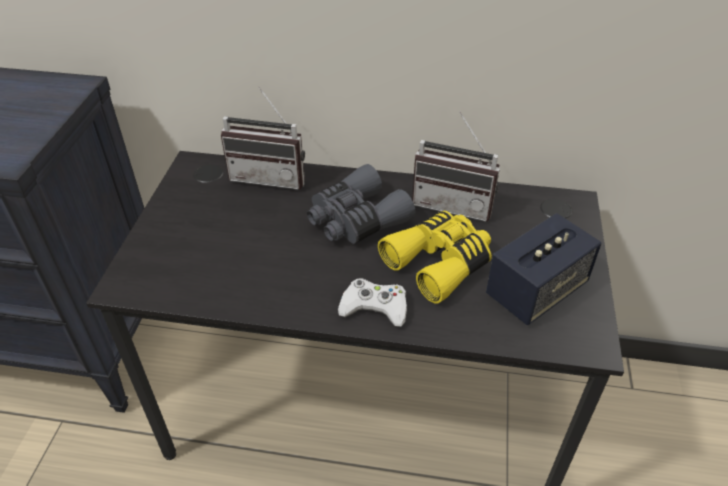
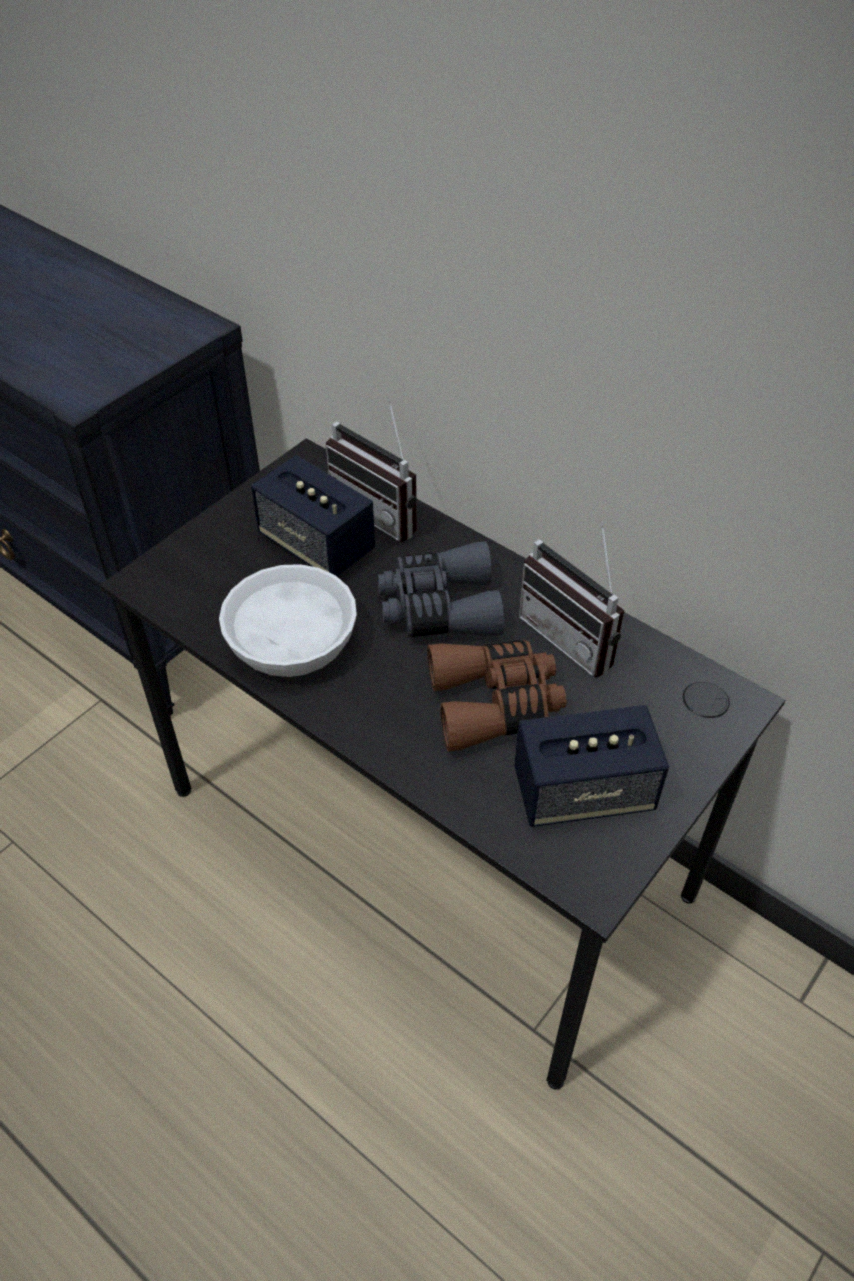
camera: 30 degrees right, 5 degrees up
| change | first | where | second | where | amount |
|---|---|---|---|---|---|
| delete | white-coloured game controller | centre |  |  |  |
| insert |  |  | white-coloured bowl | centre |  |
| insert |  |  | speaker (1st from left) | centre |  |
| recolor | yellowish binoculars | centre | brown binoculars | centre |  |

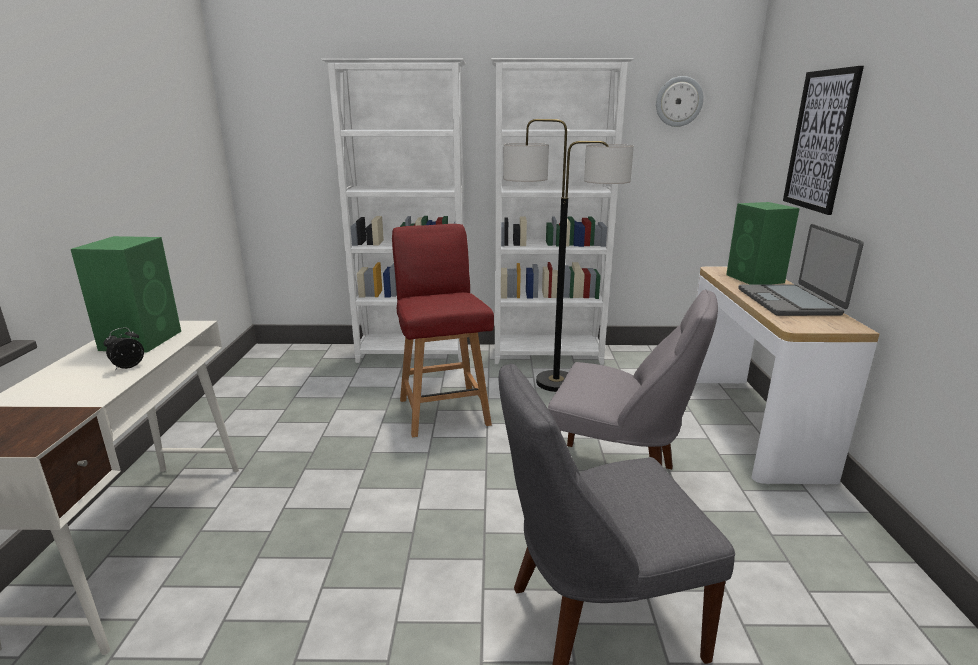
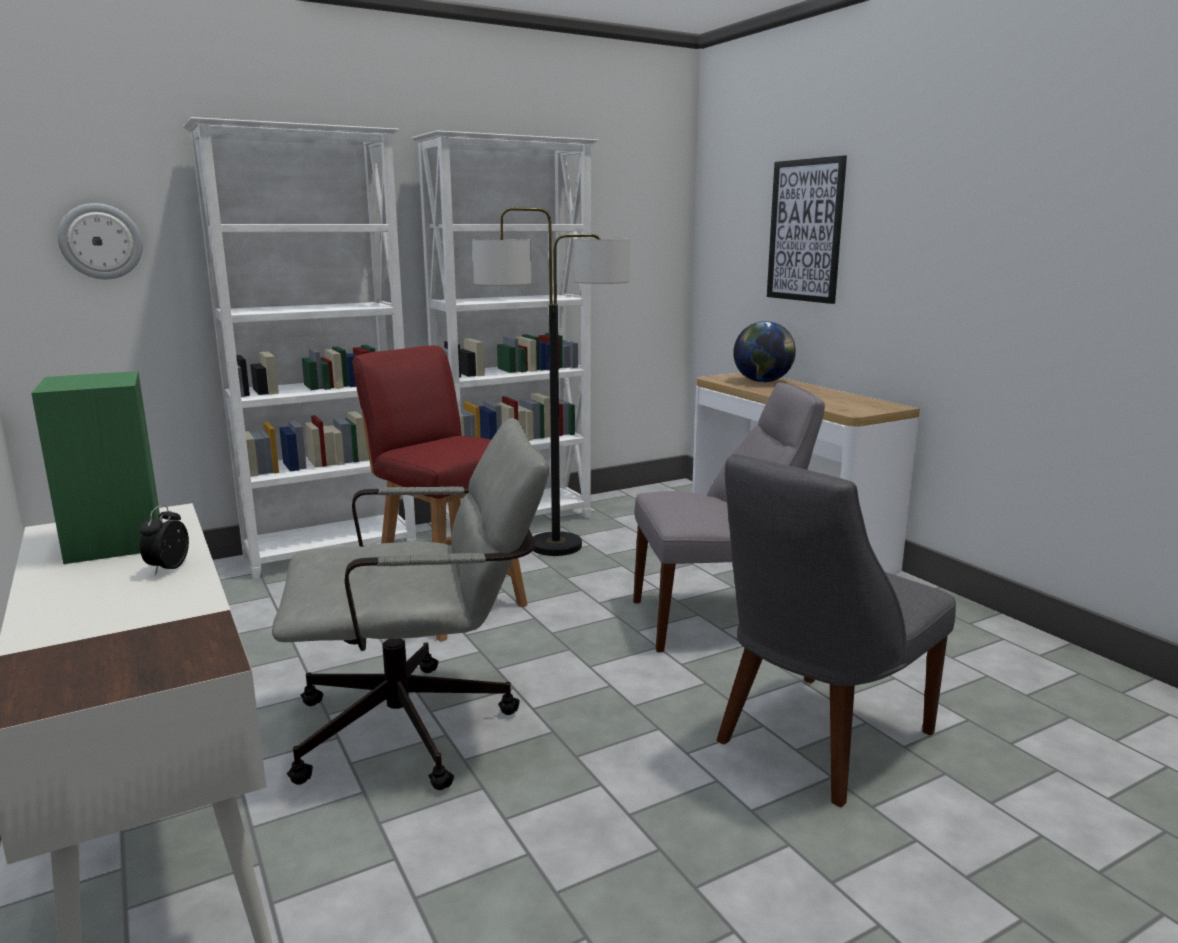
camera: 30 degrees left, 5 degrees down
| change | first | where | second | where | amount |
|---|---|---|---|---|---|
| delete | laptop | middle right |  |  |  |
| insert |  |  | grey office chair | centre |  |
| move | clock on the wall | top right |  | top left |  |
| replace | greenish speaker (2nd from left) | middle right | desk globe | centre |  |

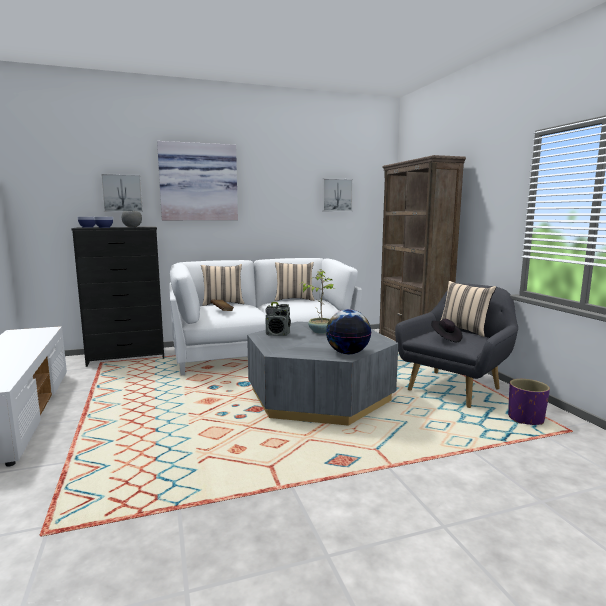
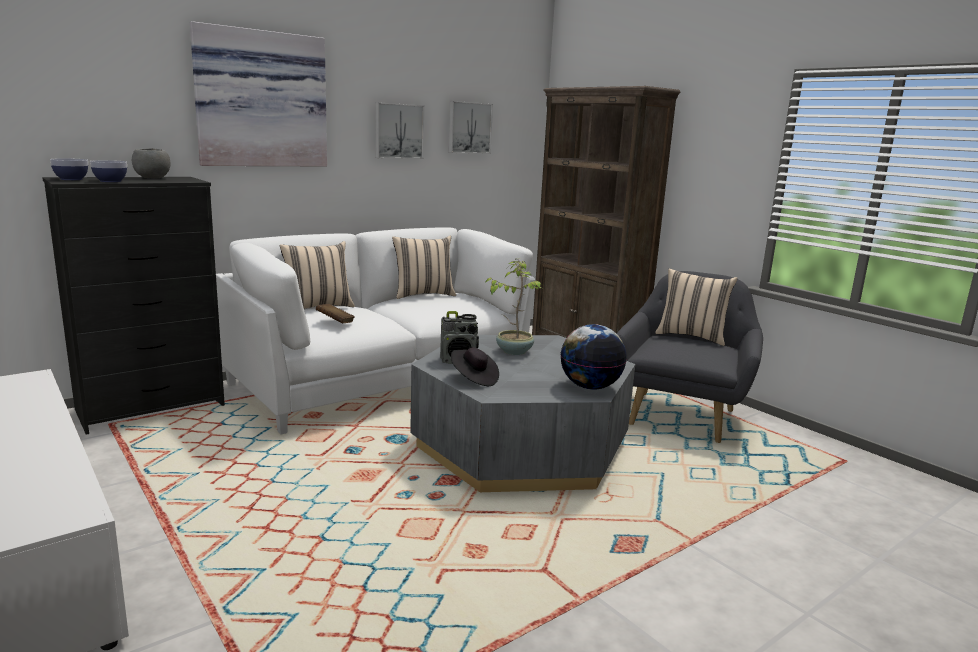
camera: 20 degrees left, 5 degrees up
| change | first | where | second | where | amount |
|---|---|---|---|---|---|
| delete | purple-coloured plant pot | middle right |  |  |  |
| move | picture (1st from left in the first image) | top left | picture (2nd from left) | top centre |  |
| move | black-coloured wearable hat | middle right |  | centre |  |

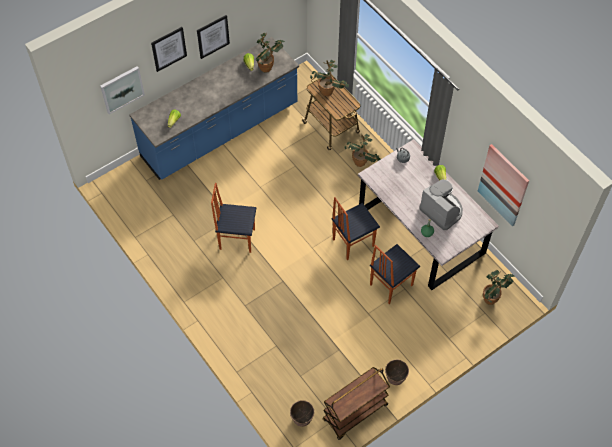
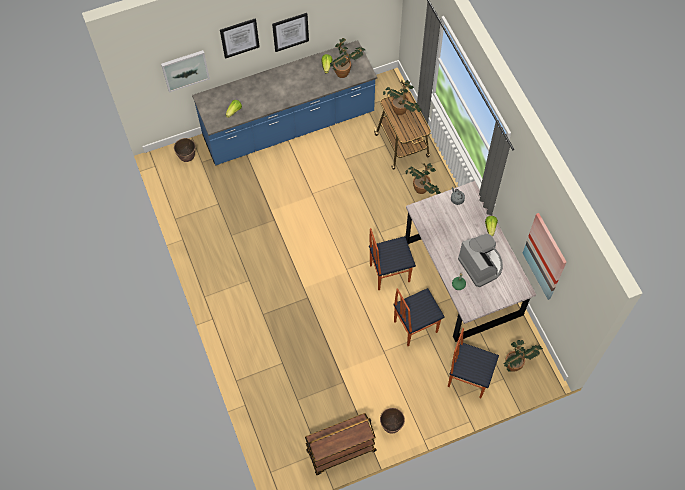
camera: 15 degrees right, 5 degrees up
| change | first | where | second | where | amount |
|---|---|---|---|---|---|
| move | plain chair (1st from left in the first image) | centre | plain chair (3rd from left) | bottom right |  |
| move | plant pot (1st from left) | bottom centre |  | top left |  |

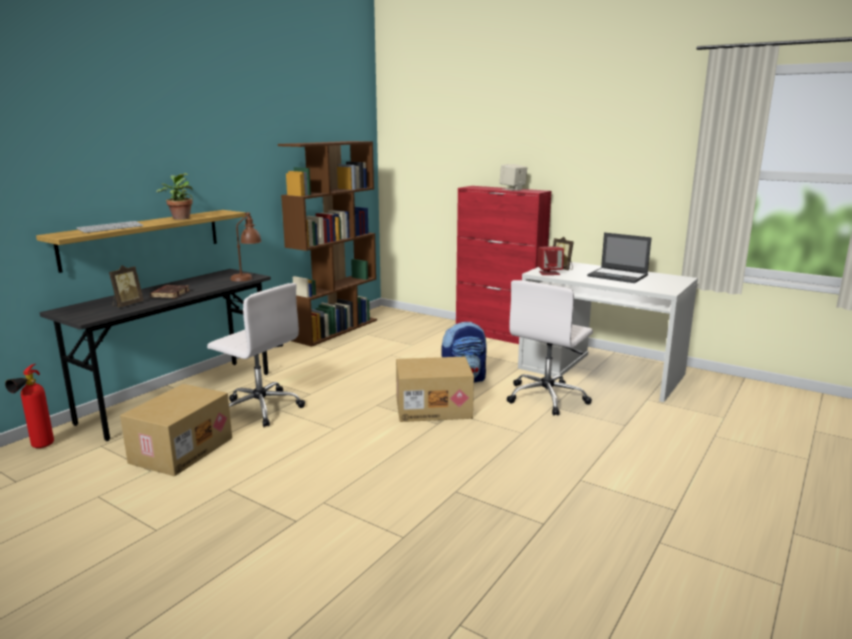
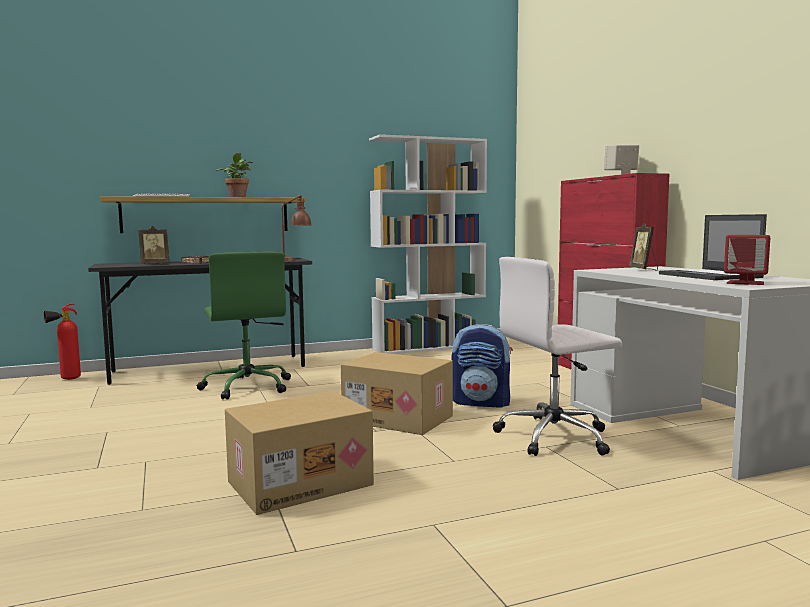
camera: 35 degrees right, 10 degrees down
| change | first | where | second | where | amount |
|---|---|---|---|---|---|
| move | cardboard box (1st from left) | bottom left |  | bottom centre |  |
| move | red speaker | centre |  | middle right |  |
| recolor | white-coloured office chair (1st from left) | middle left | greenish office chair | middle left |  |
| recolor | brown shelving unit | centre | white-coloured shelving unit | centre |  |

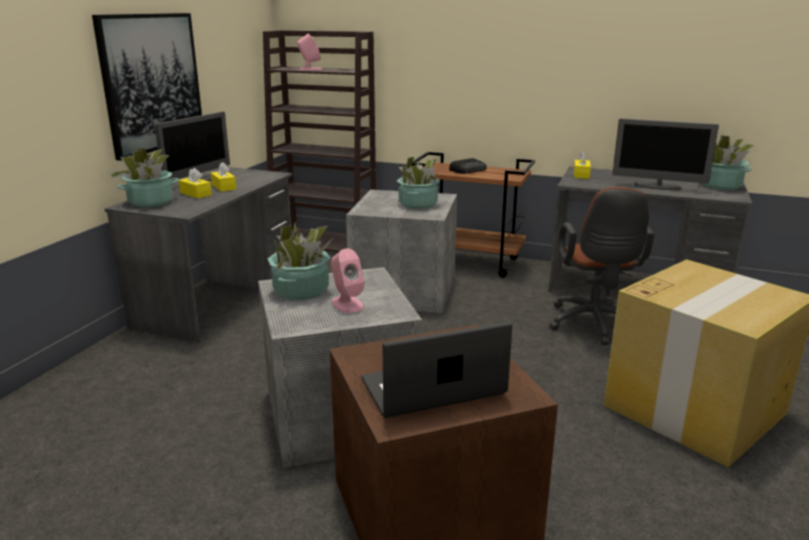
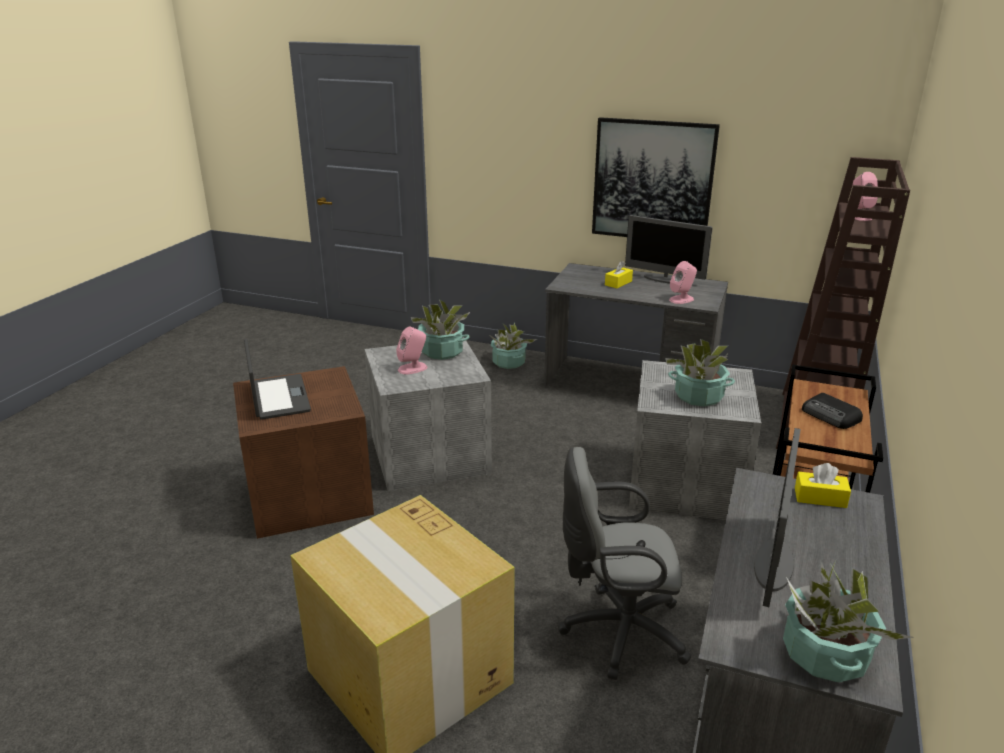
camera: 90 degrees right, 5 degrees up
| change | first | where | second | where | amount |
|---|---|---|---|---|---|
| delete | yellowish box of tissues (2nd from left) | top left |  |  |  |
| insert |  |  | pink-coloured speaker (2nd from left) | middle right |  |
| move | plant in a pot (1st from left in the first image) | top left | plant in a pot (2nd from left) | centre |  |
| recolor | brown office chair | middle right | grey office chair | bottom centre |  |

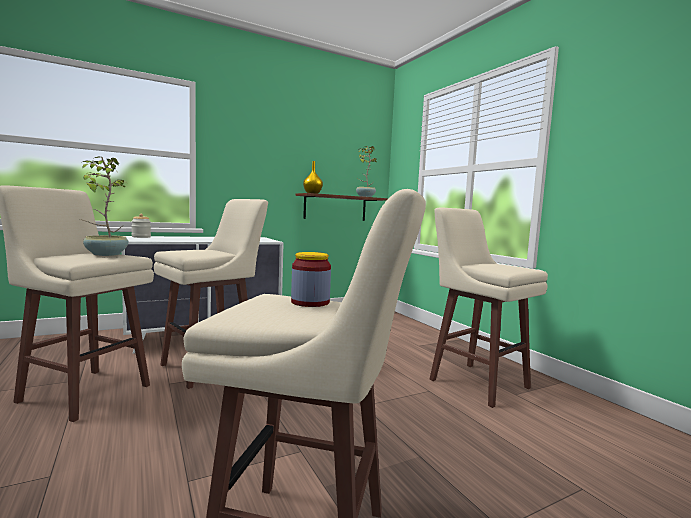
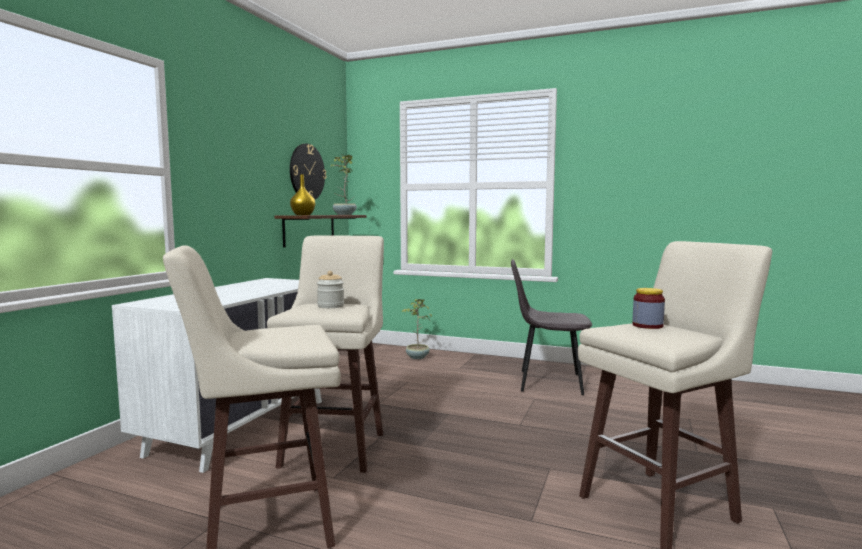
camera: 40 degrees left, 0 degrees up
| change | first | where | second | where | amount |
|---|---|---|---|---|---|
| insert |  |  | clock on the wall | top centre |  |
| move | plant in a pot (1st from left in the first image) | middle left | plant in a pot (2nd from left) | centre |  |
| move | storage jar (1st from left) | middle left |  | centre |  |
| replace | beige sitting stool (4th from left) | middle right | grey plain chair | centre |  |

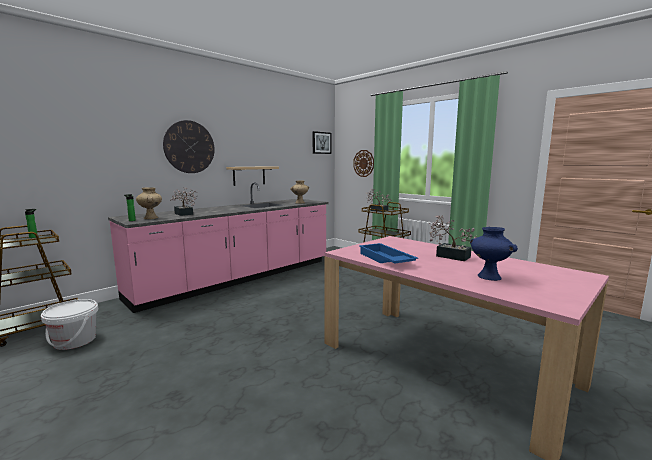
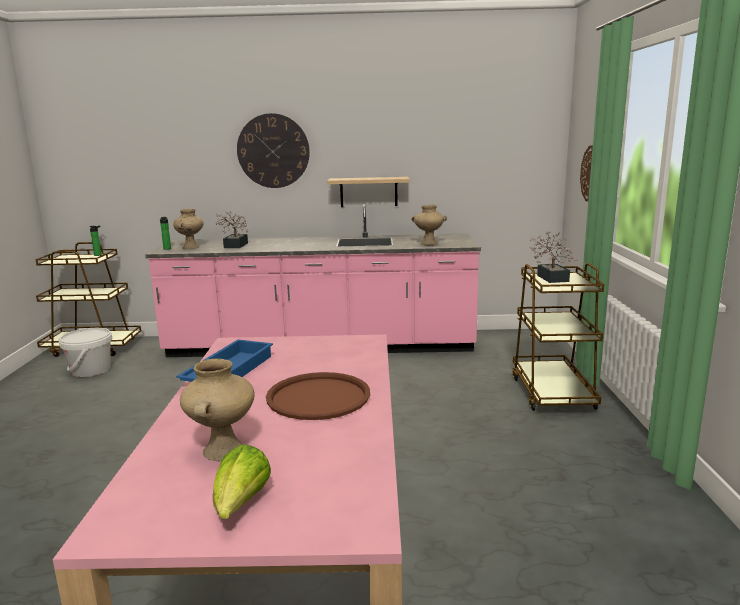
camera: 45 degrees right, 5 degrees up
| change | first | where | second | where | amount |
|---|---|---|---|---|---|
| delete | picture | top centre |  |  |  |
| insert |  |  | lettuce | bottom left |  |
| replace | plant in a pot (3rd from left) | middle right | brown carrying tray | centre |  |
| recolor | blue decorative vase | middle right | beige decorative vase (2nd from left) | bottom left |  |

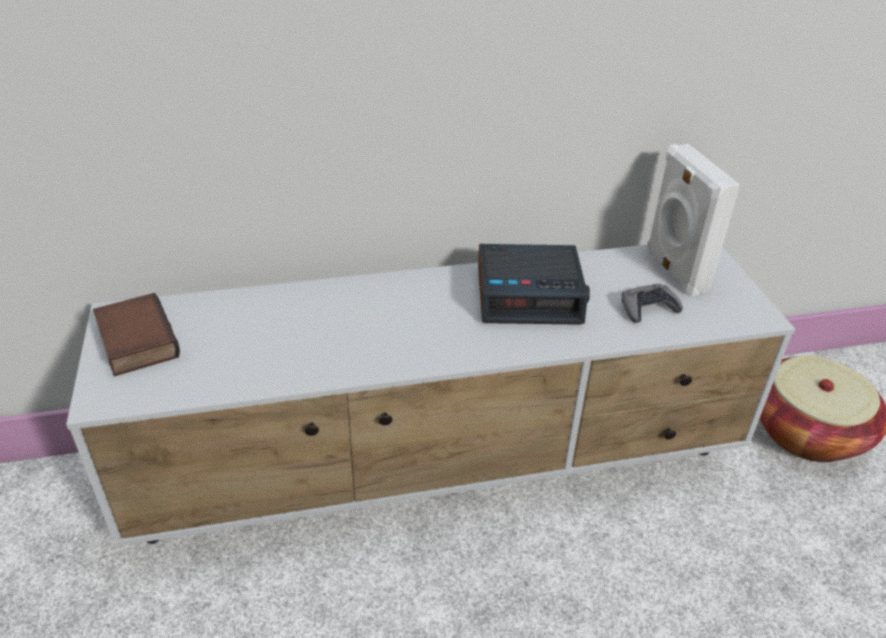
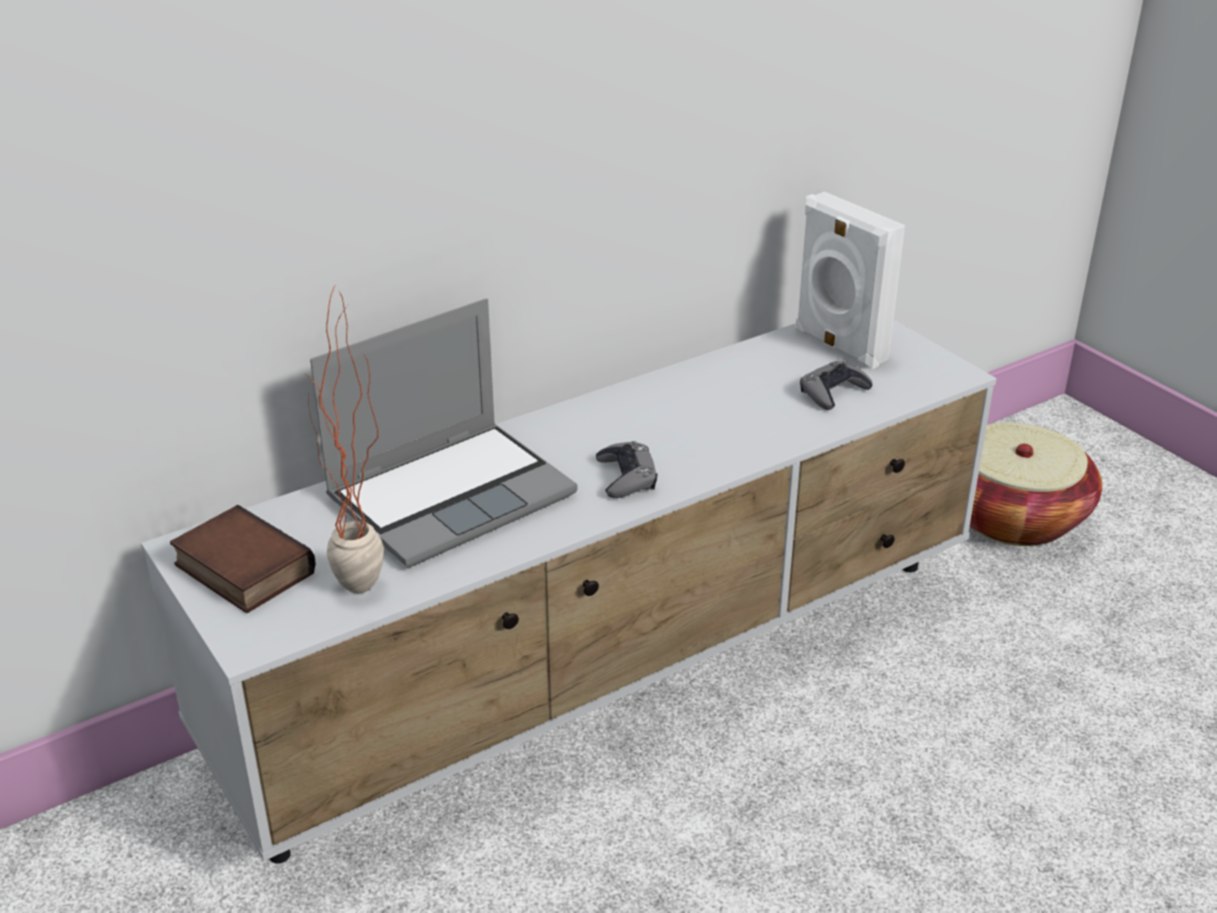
camera: 20 degrees left, 5 degrees down
| change | first | where | second | where | amount |
|---|---|---|---|---|---|
| delete | alarm clock | centre |  |  |  |
| insert |  |  | plant in a pot | middle left |  |
| insert |  |  | laptop | centre |  |
| insert |  |  | grey game controller (1st from left) | centre |  |

